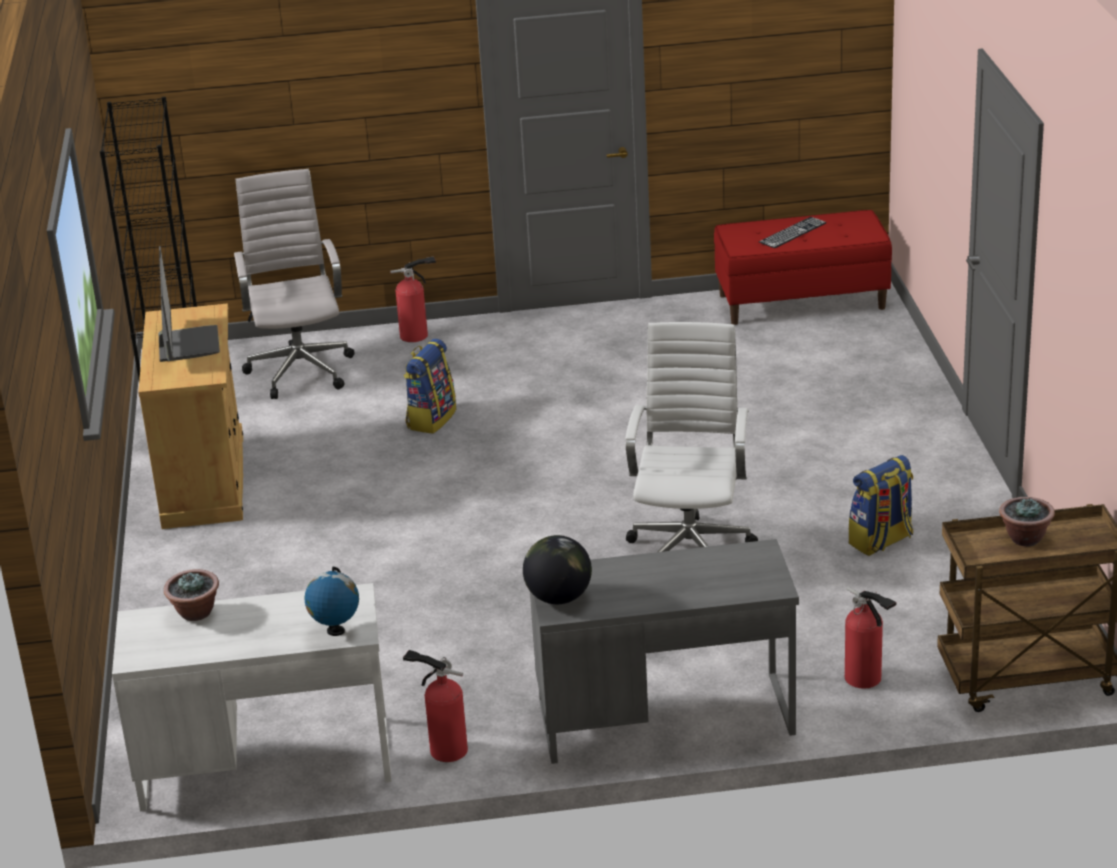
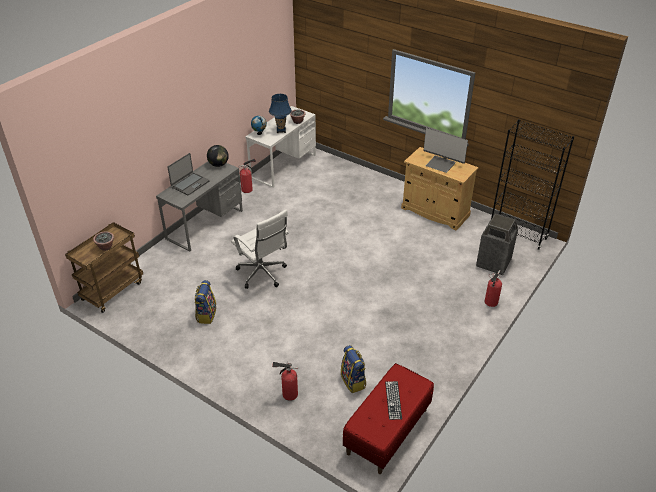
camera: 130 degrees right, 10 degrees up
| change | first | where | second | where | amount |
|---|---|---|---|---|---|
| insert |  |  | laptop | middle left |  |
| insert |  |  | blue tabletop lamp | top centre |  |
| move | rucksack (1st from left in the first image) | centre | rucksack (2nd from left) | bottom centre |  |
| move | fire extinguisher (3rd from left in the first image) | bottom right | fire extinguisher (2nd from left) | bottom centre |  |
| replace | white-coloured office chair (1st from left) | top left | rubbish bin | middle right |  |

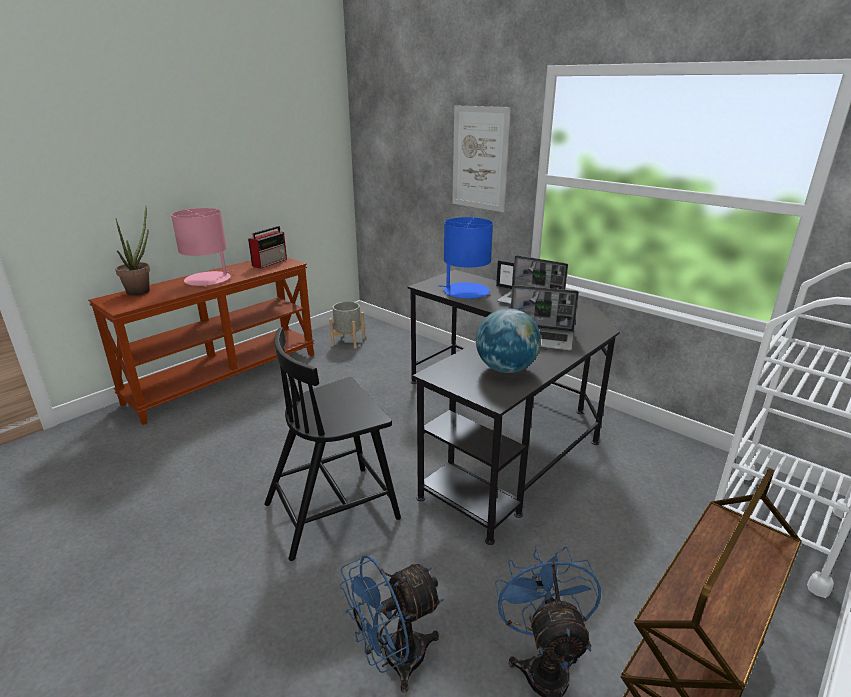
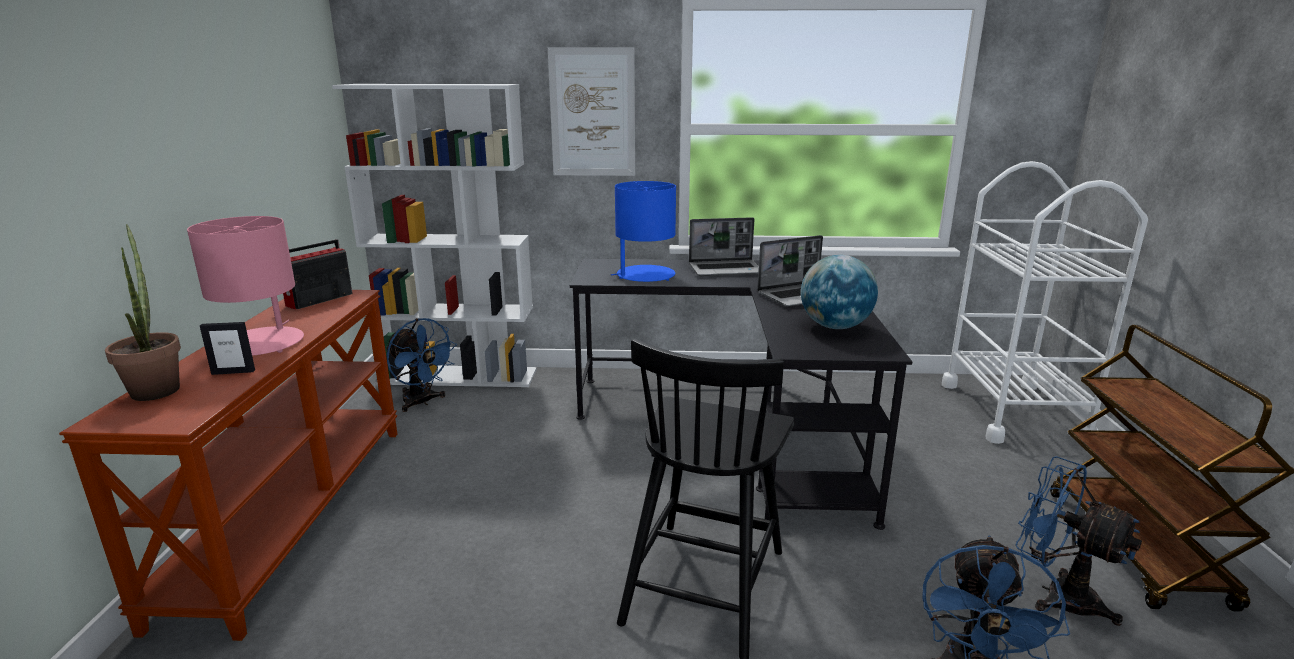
camera: 40 degrees left, 5 degrees down
| change | first | where | second | where | amount |
|---|---|---|---|---|---|
| insert |  |  | white-coloured shelving unit | centre |  |
| move | standing frame | centre |  | middle left |  |
| replace | grey plant pot | centre | blue cooling fan (1st from left) | middle left |  |
| rotate | radio set | middle left |  | middle left | 135 degrees counterclockwise |

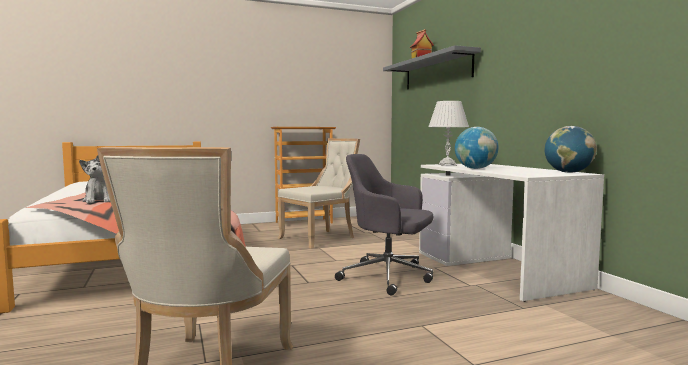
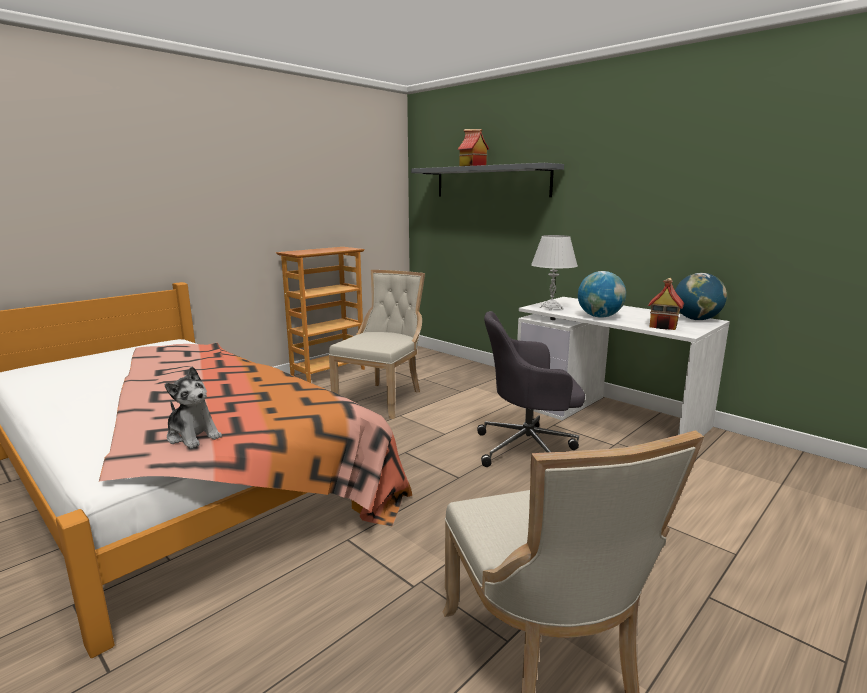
camera: 25 degrees left, 10 degrees up
| change | first | where | second | where | amount |
|---|---|---|---|---|---|
| insert |  |  | miniature house (2nd from left) | middle right |  |

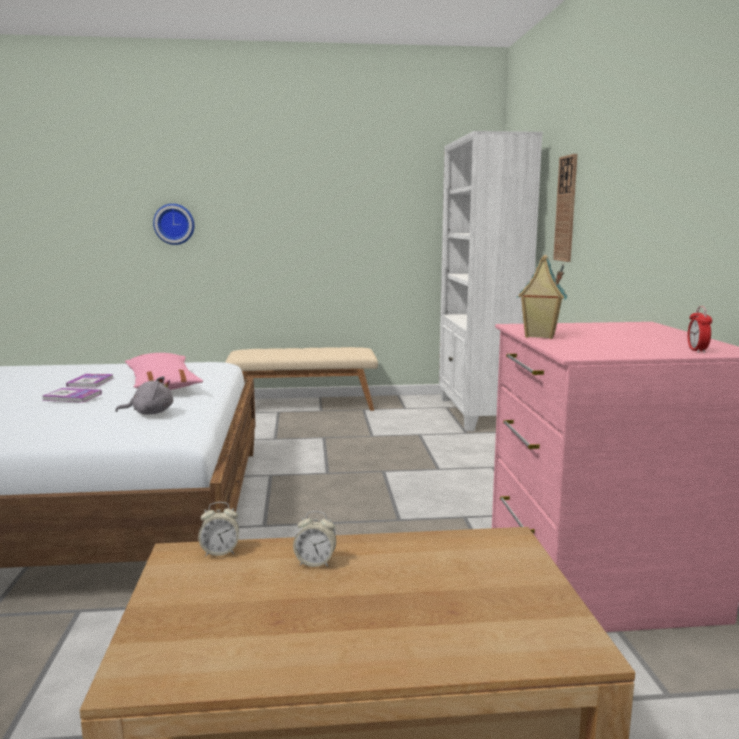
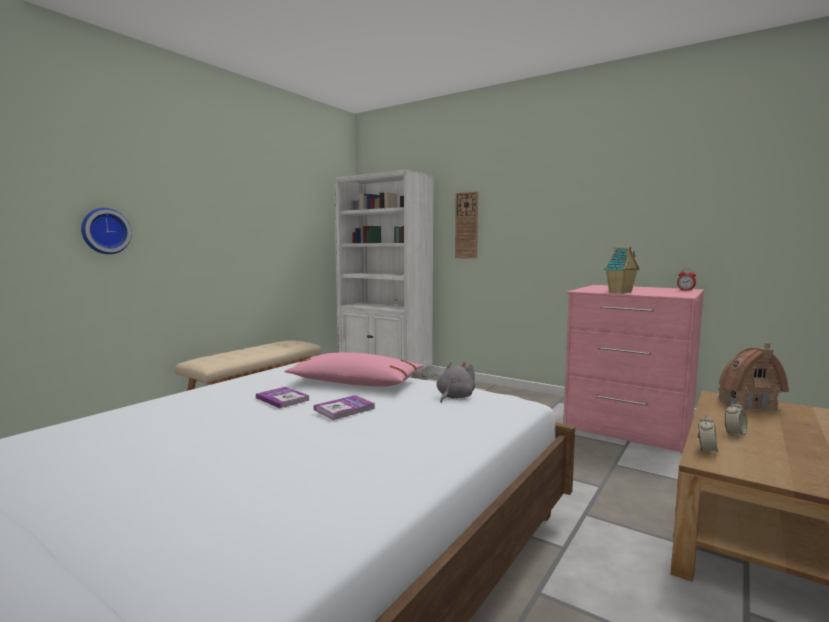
camera: 50 degrees left, 5 degrees down
| change | first | where | second | where | amount |
|---|---|---|---|---|---|
| insert |  |  | miniature house (2nd from left) | middle right |  |

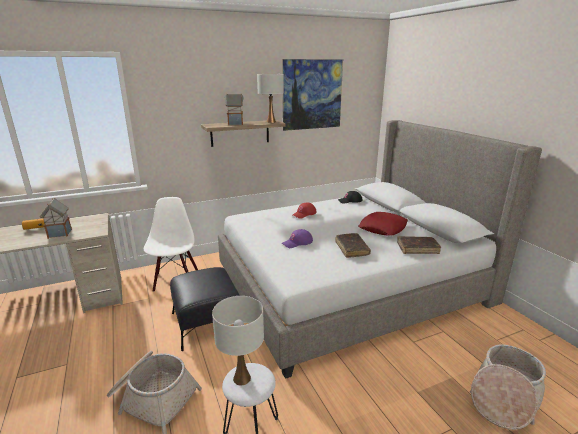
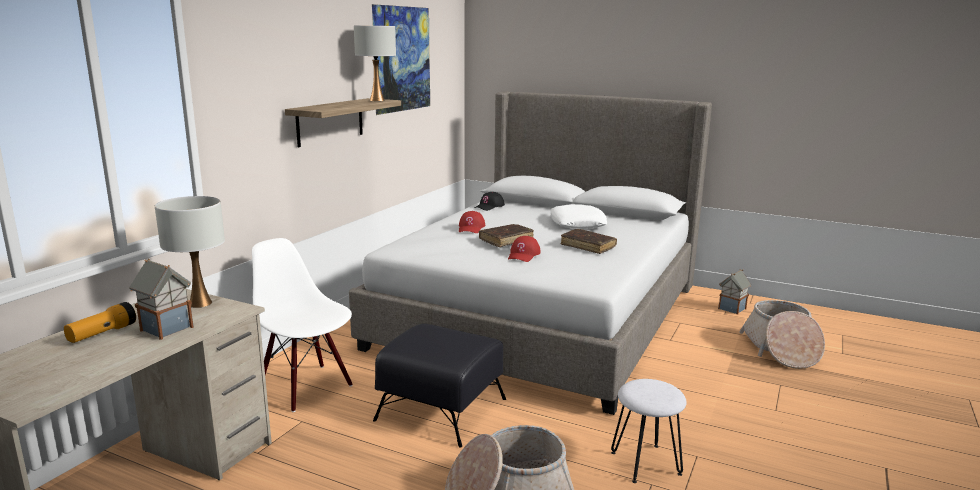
camera: 40 degrees left, 5 degrees down
| change | first | where | second | where | amount |
|---|---|---|---|---|---|
| move | white-coloured tabletop lamp (1st from left) | bottom centre |  | middle left |  |
| move | miniature house (2nd from left) | top centre |  | middle right |  |
| move | brown volume (2nd from left in the first image) | middle right | brown volume (1st from left) | centre |  |
| recolor | purple-coloured cap | centre | red cap (2nd from left) | centre |  |
| recolor | red cushion | centre | white-coloured cushion | centre |  |

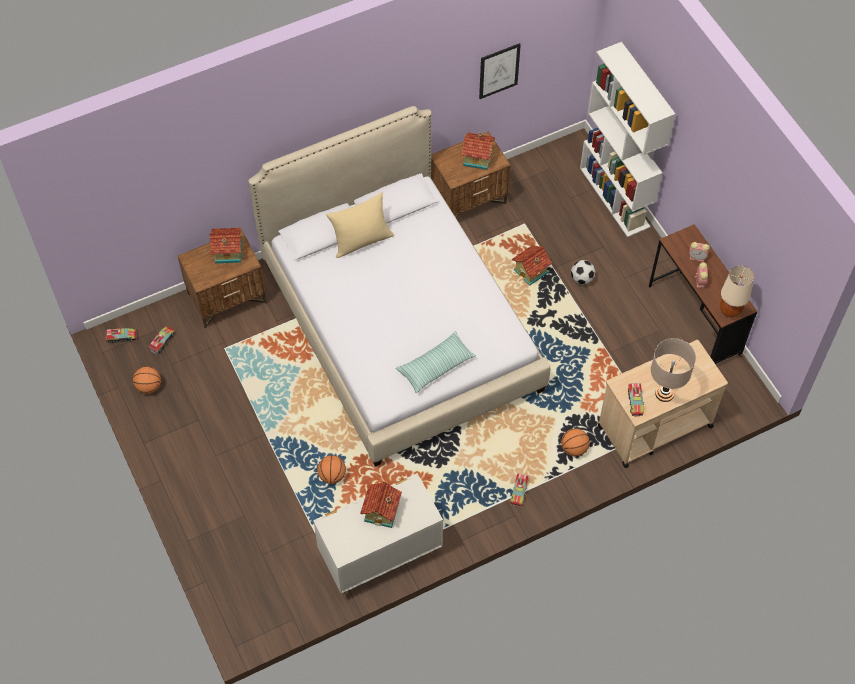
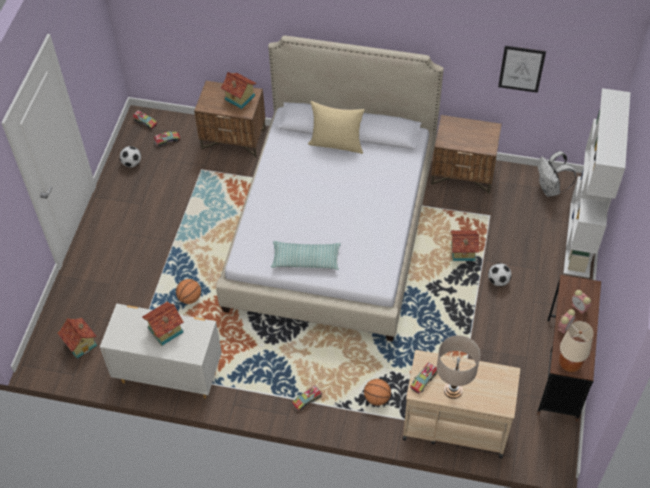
camera: 40 degrees right, 5 degrees down
| change | first | where | second | where | amount |
|---|---|---|---|---|---|
| insert |  |  | white-coloured rucksack | middle right |  |
| move | miniature house (3rd from left in the first image) | top centre | miniature house (1st from left) | bottom left |  |
| replace | basketball ball (1st from left) | middle left | football ball (1st from left) | top left |  |

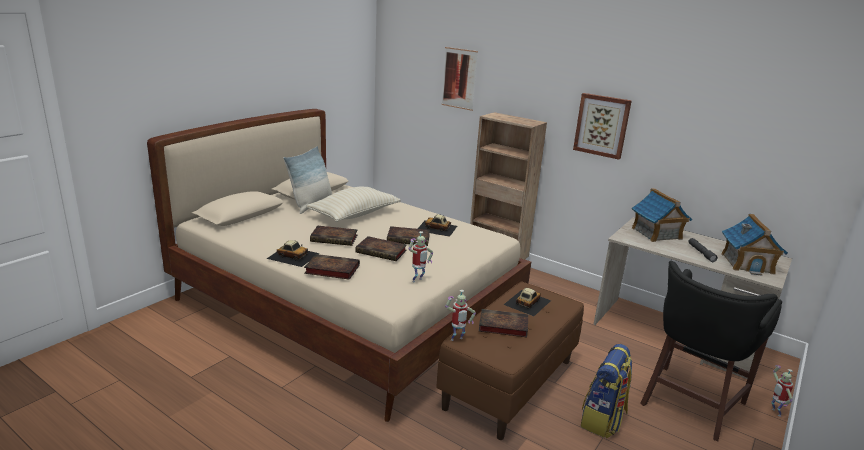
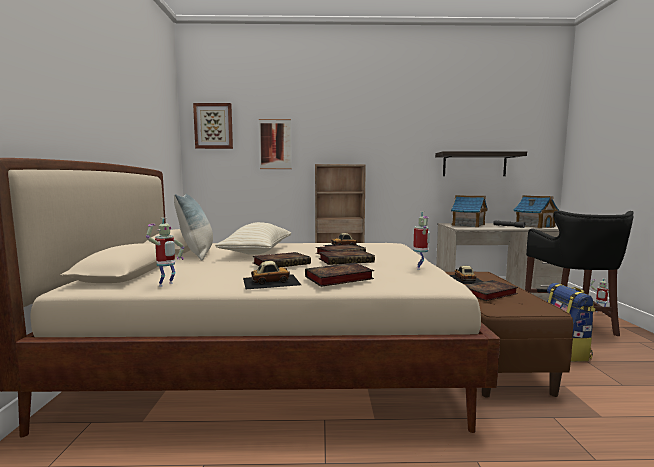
camera: 35 degrees left, 15 degrees down
| change | first | where | second | where | amount |
|---|---|---|---|---|---|
| insert |  |  | shelf | middle right |  |
| move | model robot (2nd from left in the first image) | bottom centre | model robot (1st from left) | middle left |  |
| move | picture (2nd from left in the first image) | top right | picture (1st from left) | top left |  |

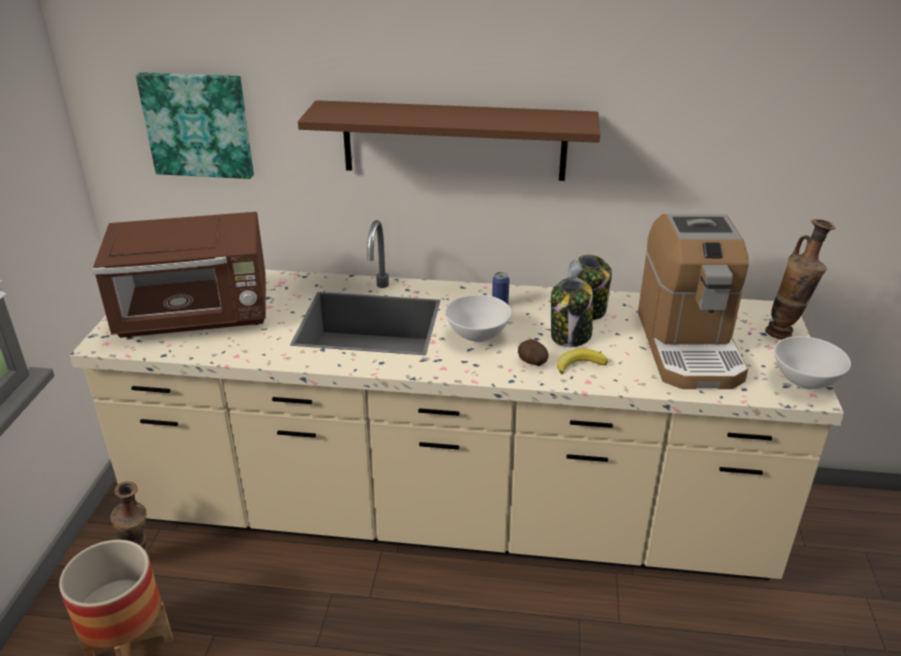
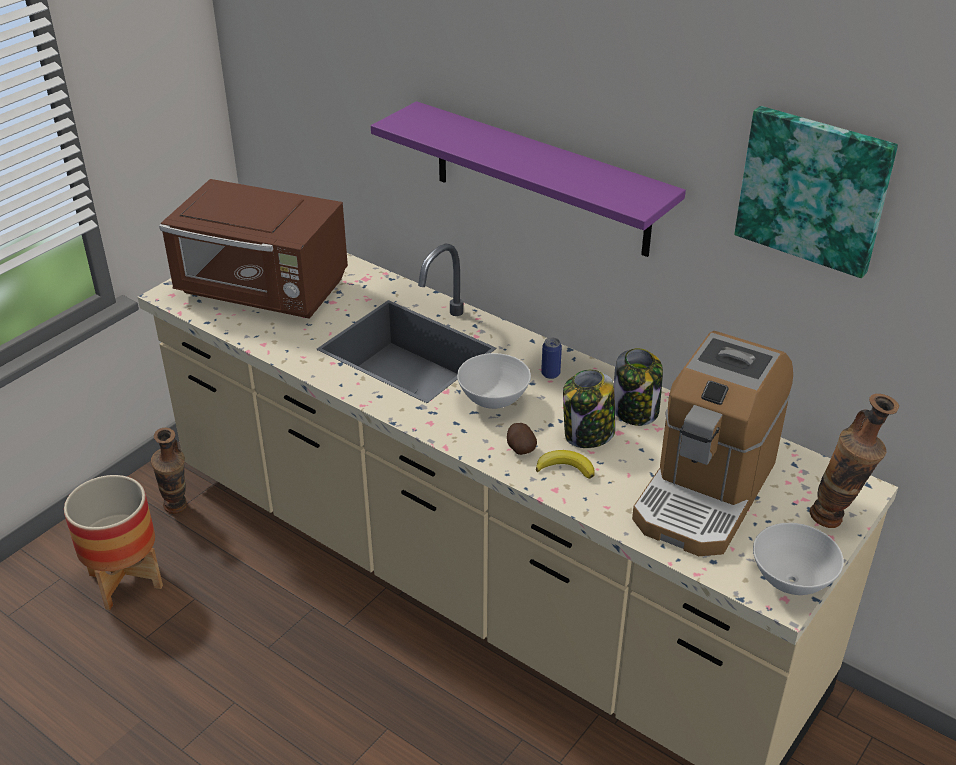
camera: 30 degrees right, 5 degrees up
| change | first | where | second | where | amount |
|---|---|---|---|---|---|
| move | picture | top left |  | top right |  |
| recolor | brown shelf | top centre | purple-coloured shelf | top centre |  |

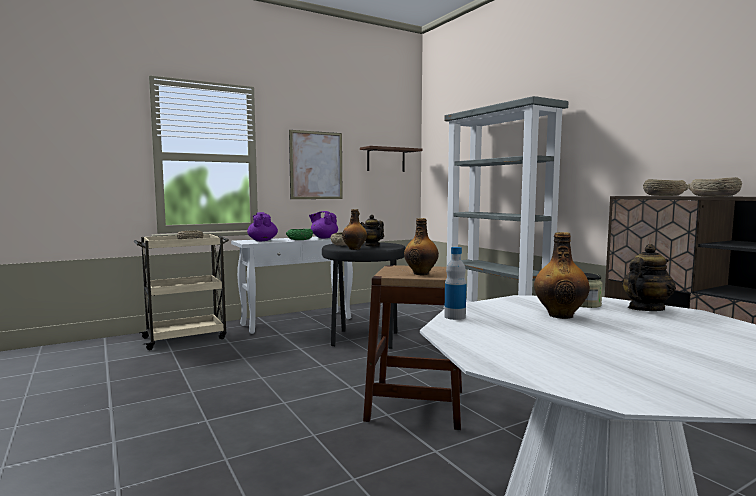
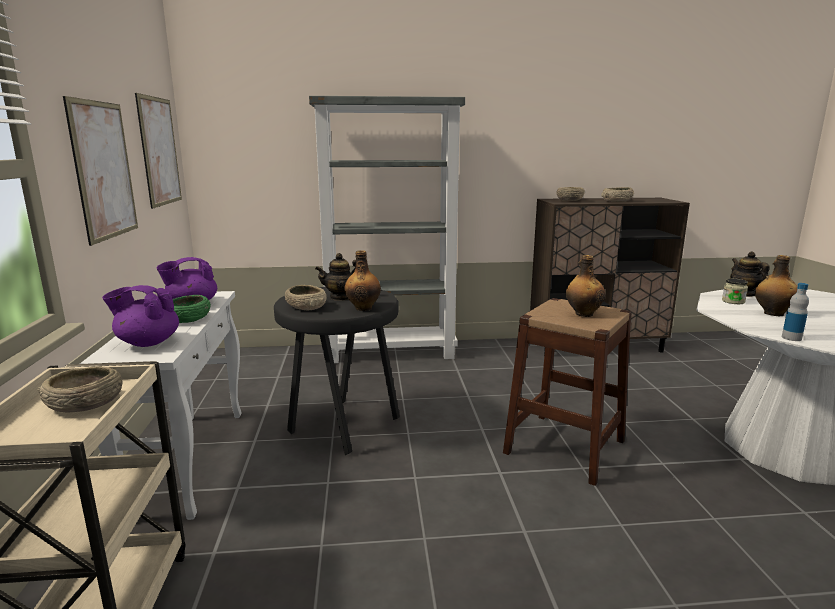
camera: 65 degrees left, 10 degrees up
| change | first | where | second | where | amount |
|---|---|---|---|---|---|
| replace | brown shelf | top centre | picture (2nd from left) | top left |  |

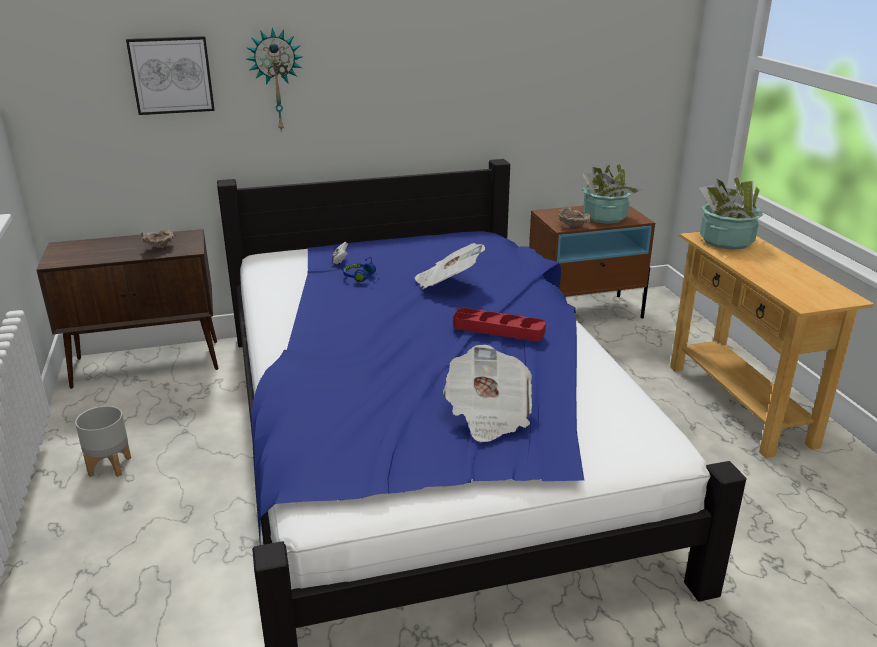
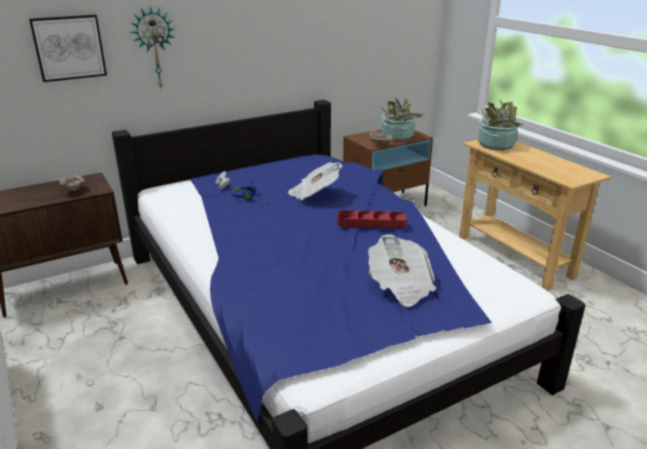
camera: 15 degrees left, 0 degrees up
| change | first | where | second | where | amount |
|---|---|---|---|---|---|
| delete | grey plant pot | bottom left |  |  |  |

